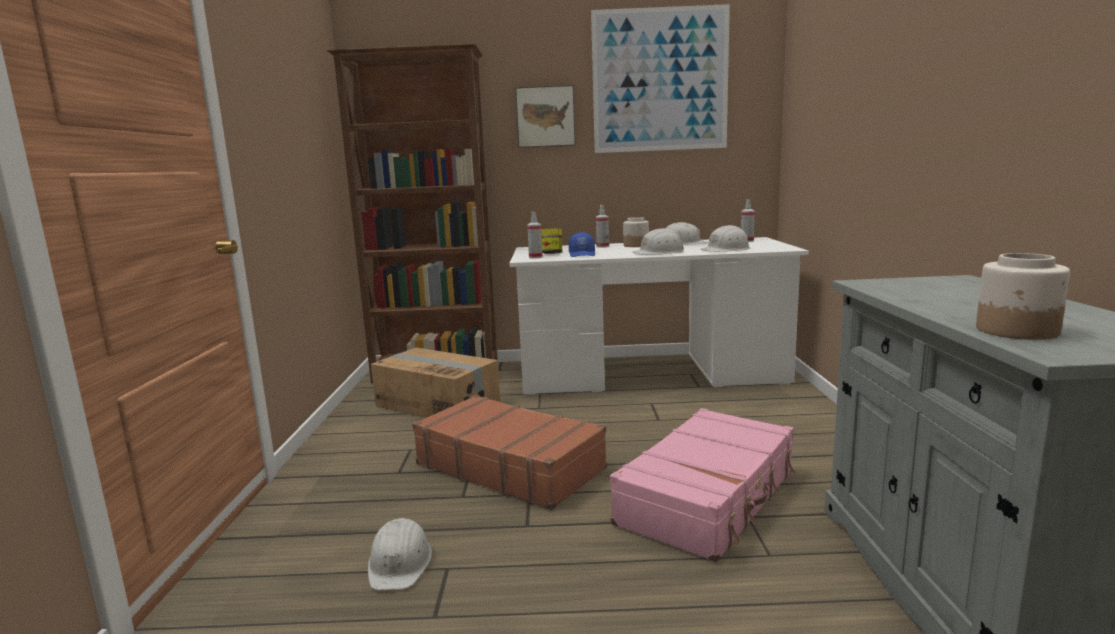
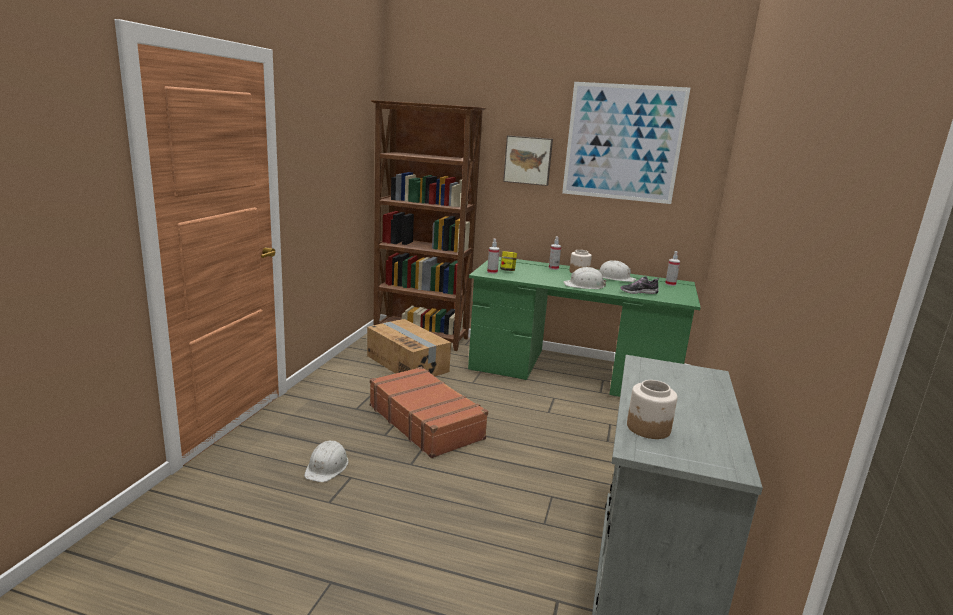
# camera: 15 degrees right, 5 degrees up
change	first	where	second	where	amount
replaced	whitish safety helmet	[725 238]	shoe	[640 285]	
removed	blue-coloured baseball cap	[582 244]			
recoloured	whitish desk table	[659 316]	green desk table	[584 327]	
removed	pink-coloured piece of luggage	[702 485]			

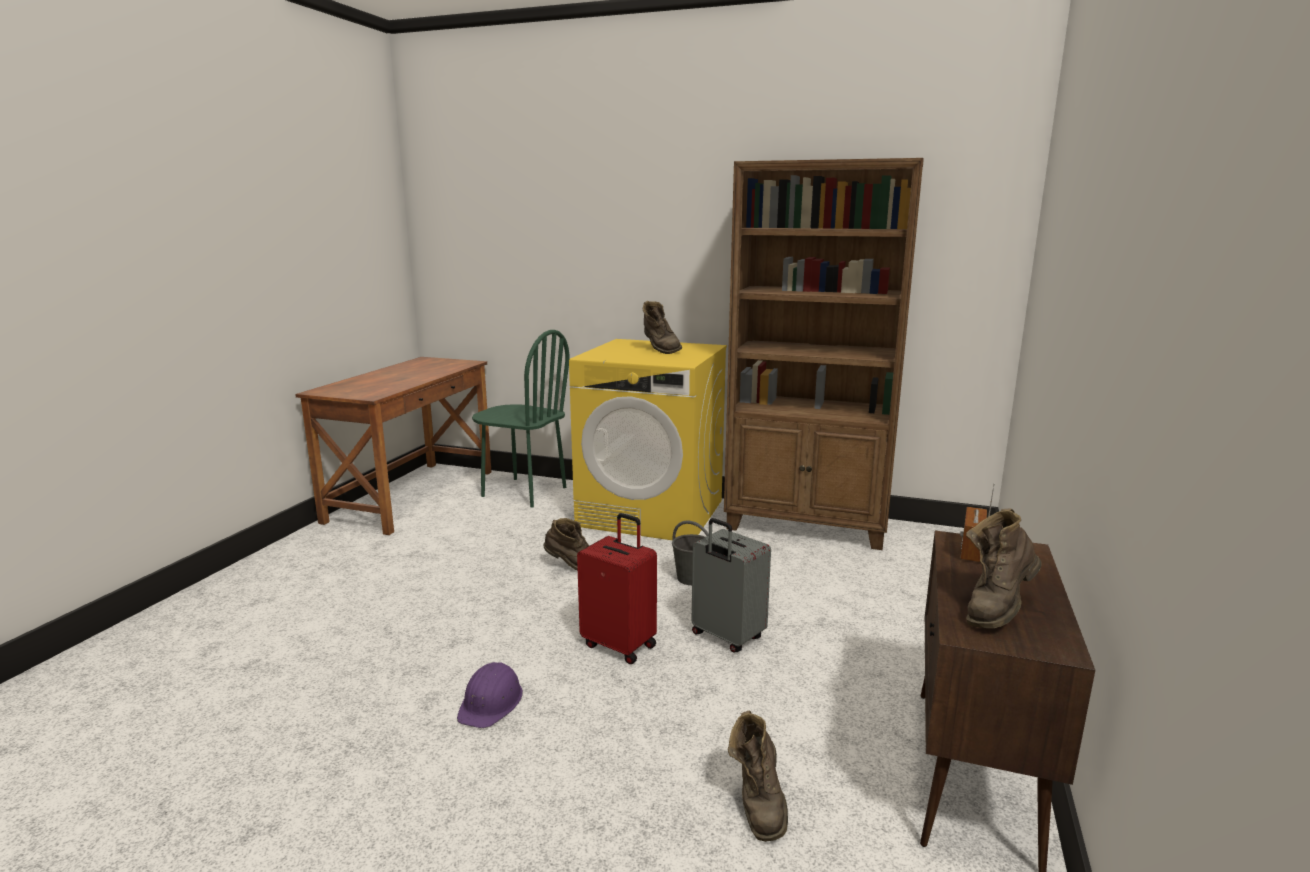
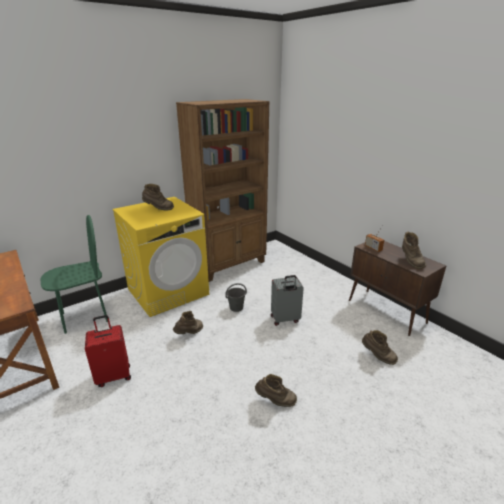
# camera: 55 degrees left, 10 degrees up
change	first	where	second	where	amount
moved	red-coloured piece of luggage	[617 588]		[108 351]	
replaced	purple-coloured safety helmet	[490 695]	brownish tall boot	[276 390]	

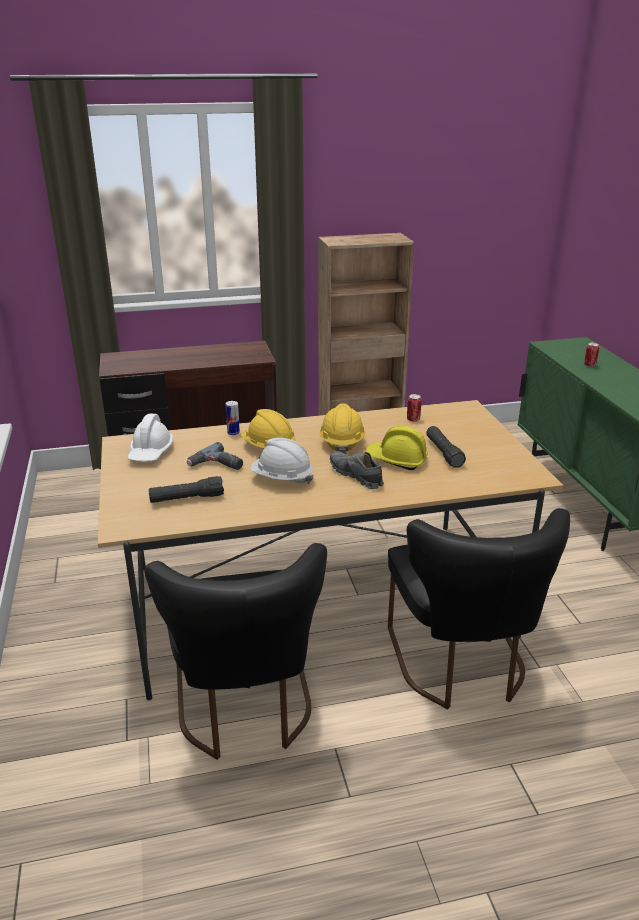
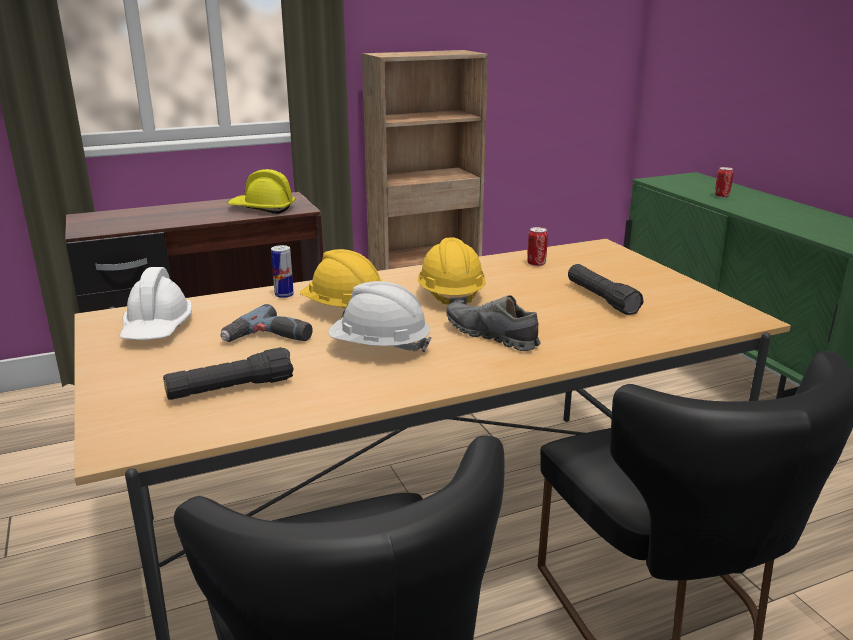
# camera: 10 degrees left, 5 degrees down
change	first	where	second	where	amount
moved	yellowish safety helmet	[396 448]		[261 191]	

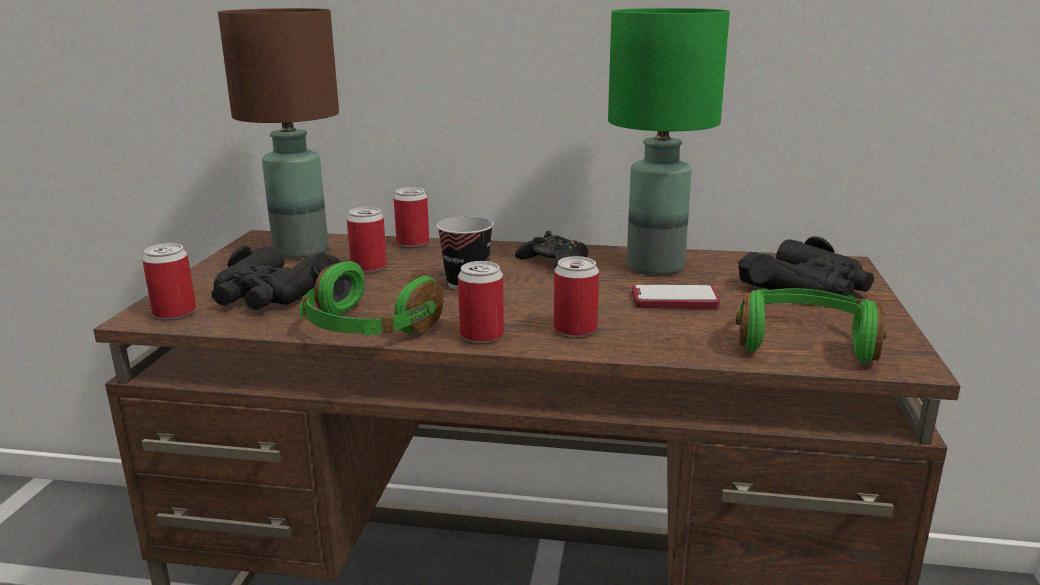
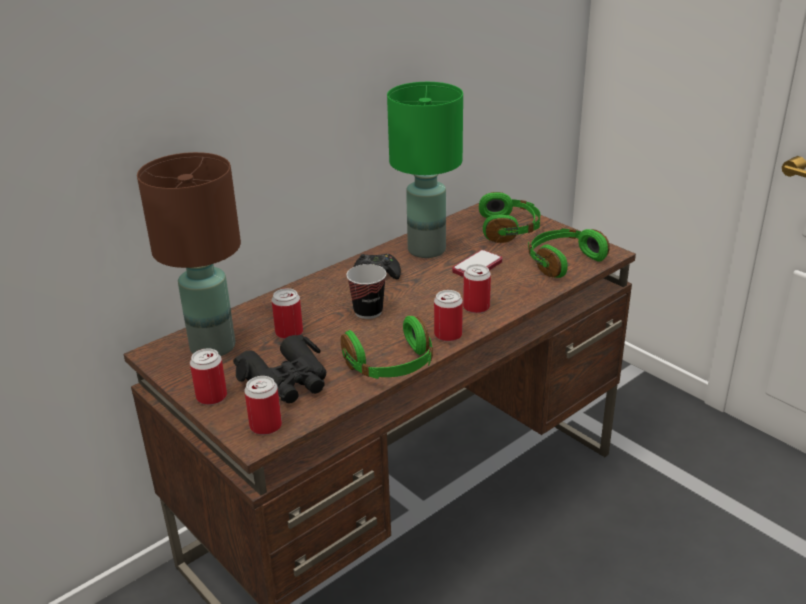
# camera: 50 degrees left, 10 degrees up
change	first	where	second	where	amount
moved	sealed can	[411 217]		[208 376]	
replaced	black binoculars	[806 266]	green headphones	[509 217]	

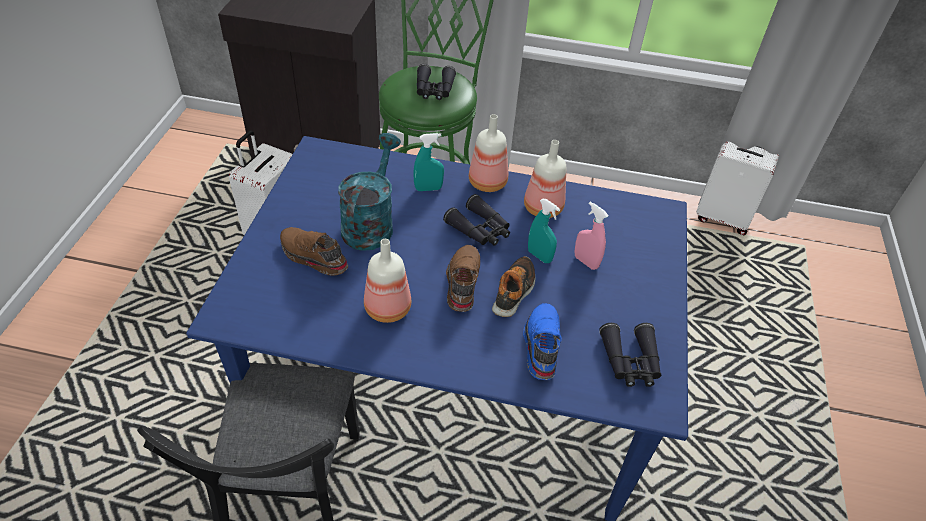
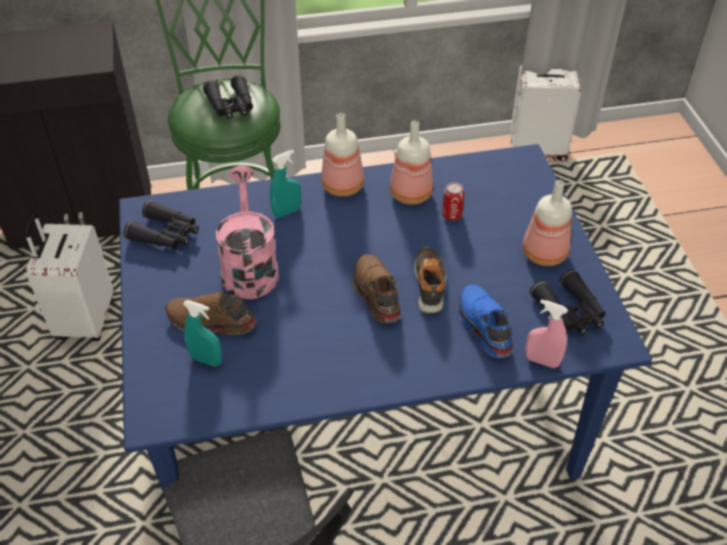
# camera: 20 degrees left, 0 degrees up
change	first	where	second	where	amount
recoloured	turquoise watering can	[369 192]	pink-coloured watering can	[247 232]	
moved	black binoculars	[476 220]		[161 224]	
moved	turquoise sprayer	[544 231]		[202 333]	
moved	pink-coloured sprayer	[591 236]		[547 333]	
moved	beverage bottle	[387 281]		[547 223]	
added			sealed can	[453 201]	

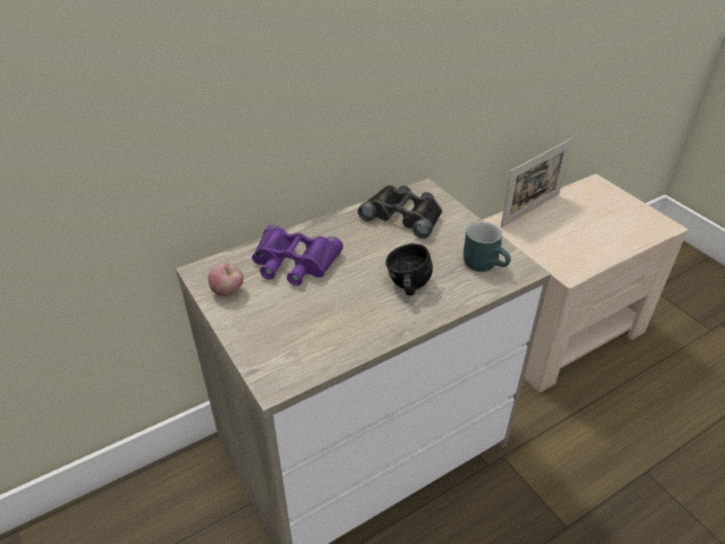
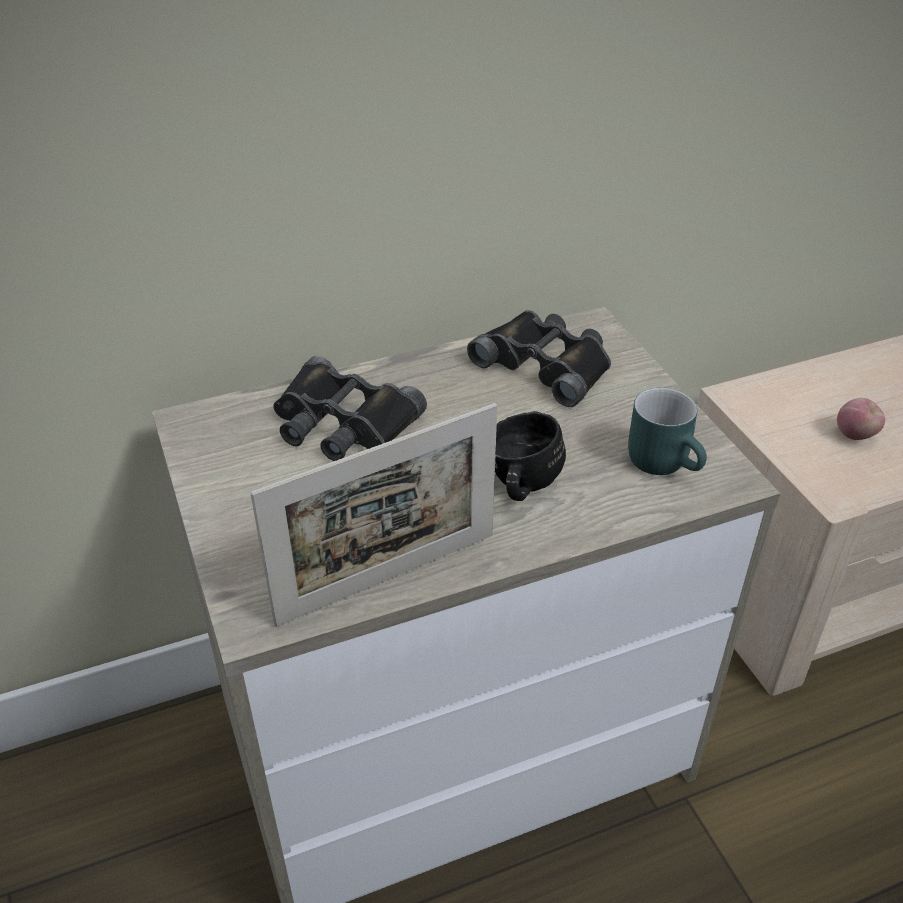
# camera: 10 degrees right, 0 degrees up
change	first	where	second	where	amount
moved	photo frame	[536 183]		[373 515]	
recoloured	purple-coloured binoculars	[297 255]	black binoculars	[350 408]	
moved	whole apple	[225 279]		[861 419]	

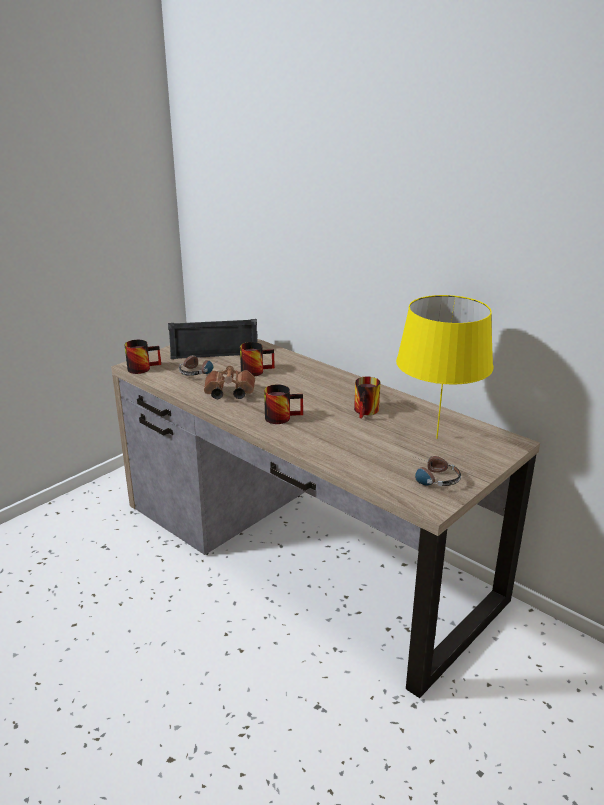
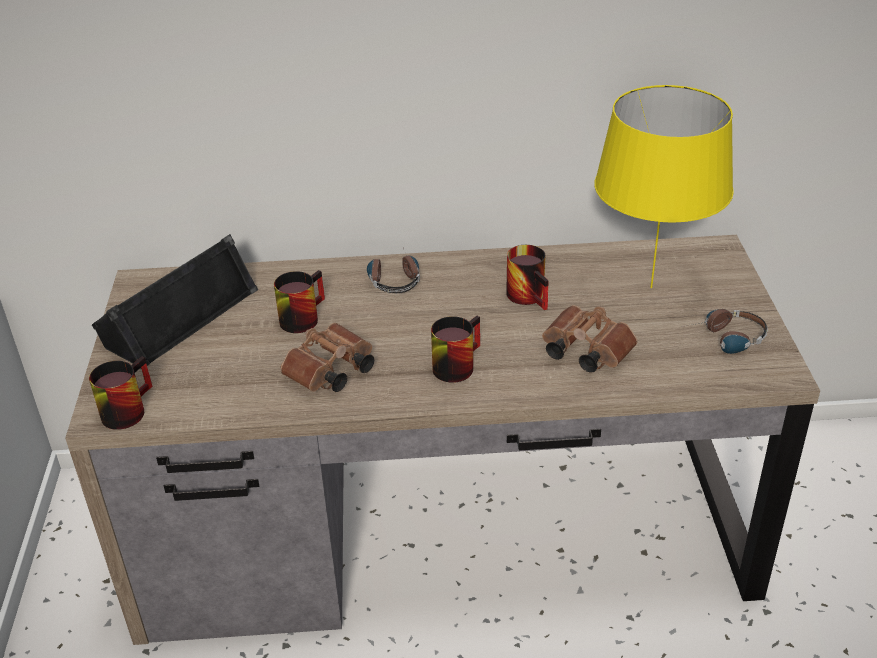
# camera: 45 degrees left, 10 degrees up
change	first	where	second	where	amount
moved	headphones	[197 365]		[393 270]	
added			brownish binoculars	[589 339]	

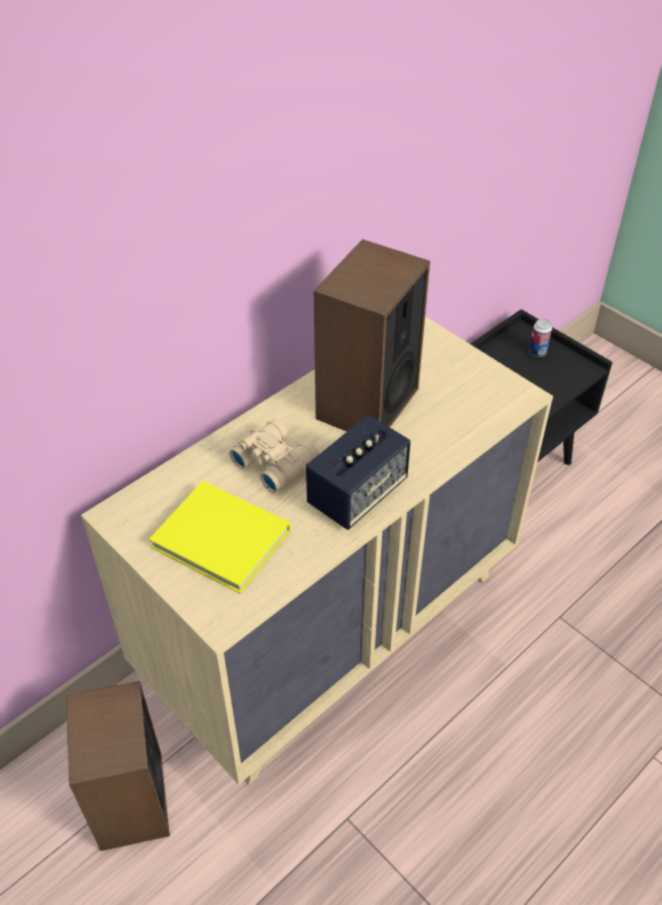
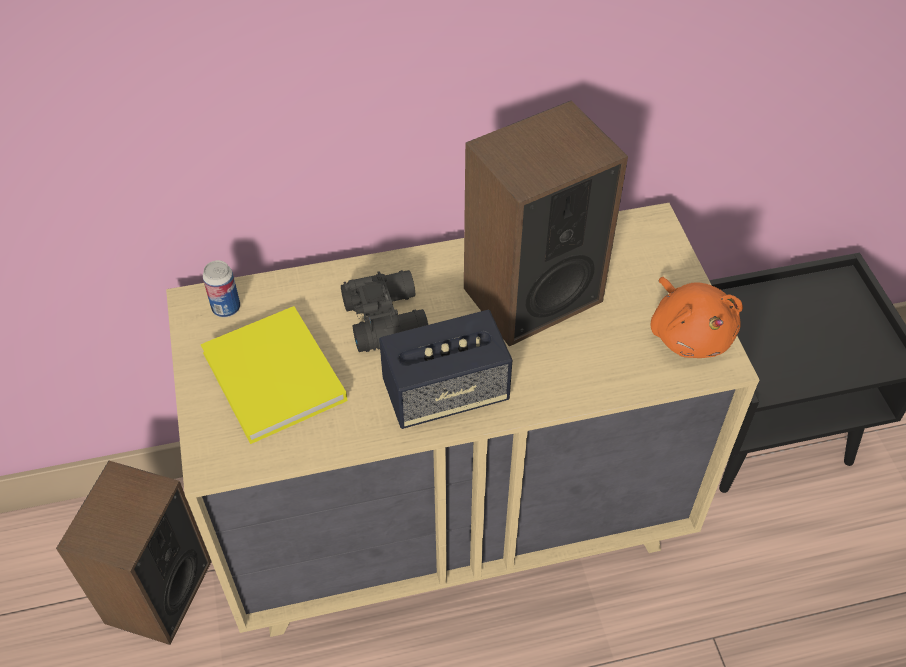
# camera: 30 degrees right, 5 degrees up
change	first	where	second	where	amount
moved	sealed can	[540 338]		[221 288]	
recoloured	beige-coloured binoculars	[274 456]	black binoculars	[384 311]	
added			orangey soft toy	[696 317]	

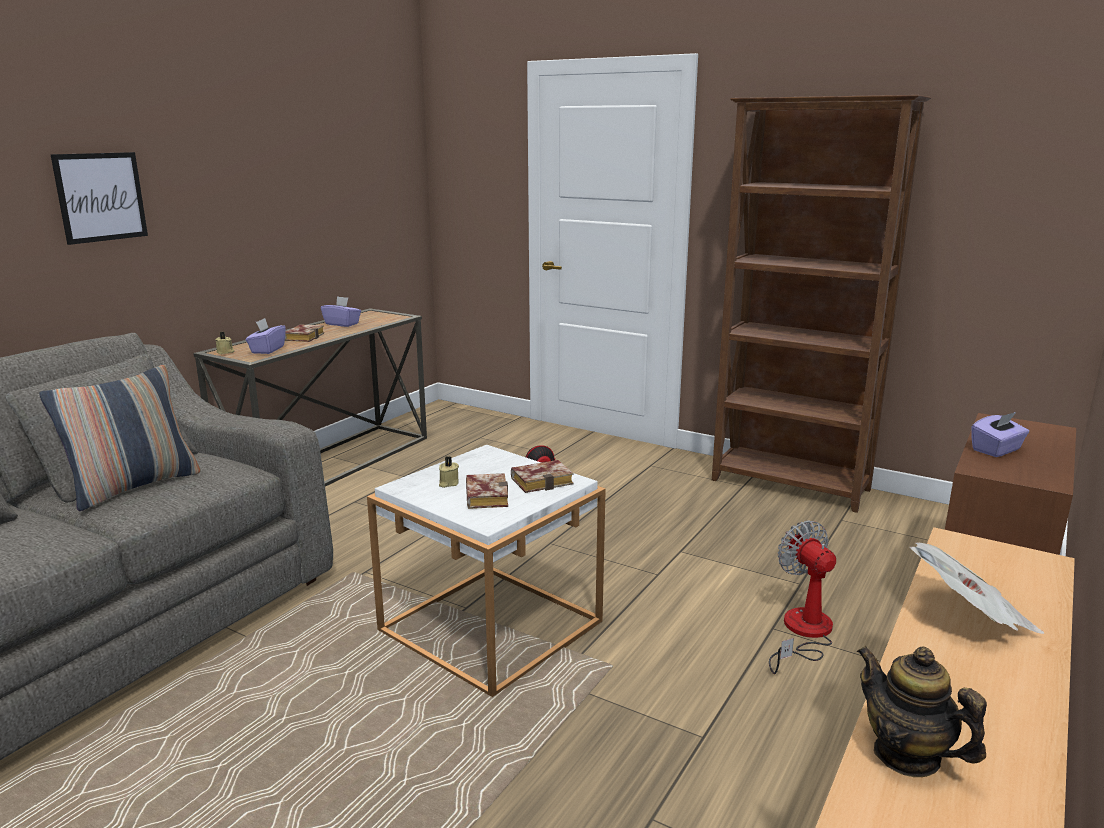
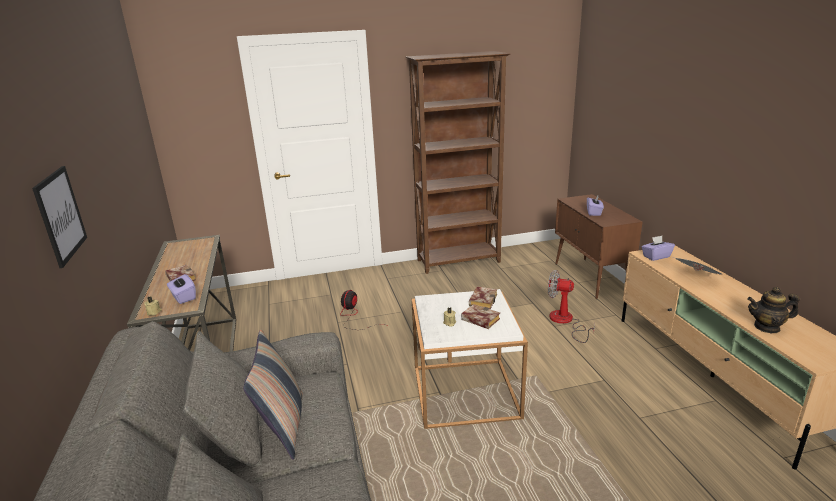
# camera: 45 degrees left, 5 degrees up
change	first	where	second	where	amount
moved	purple-coloured tissue holder	[341 311]		[658 248]	

